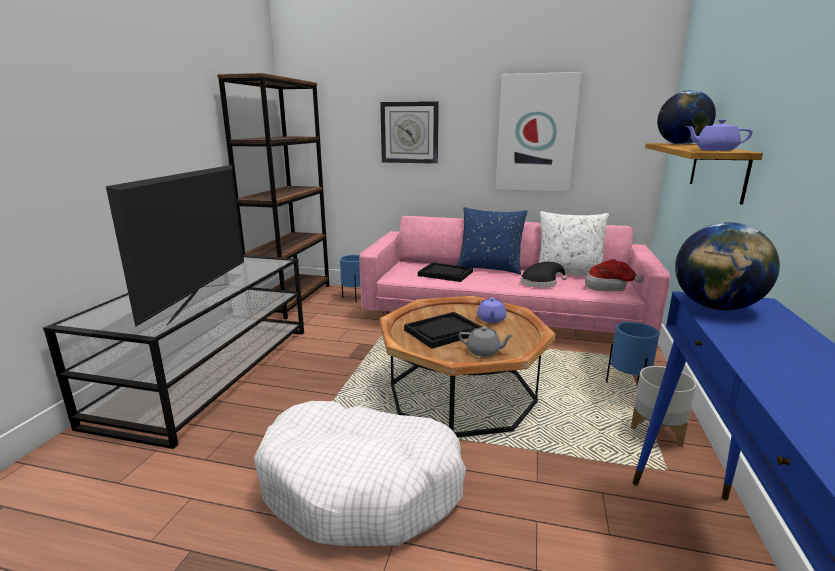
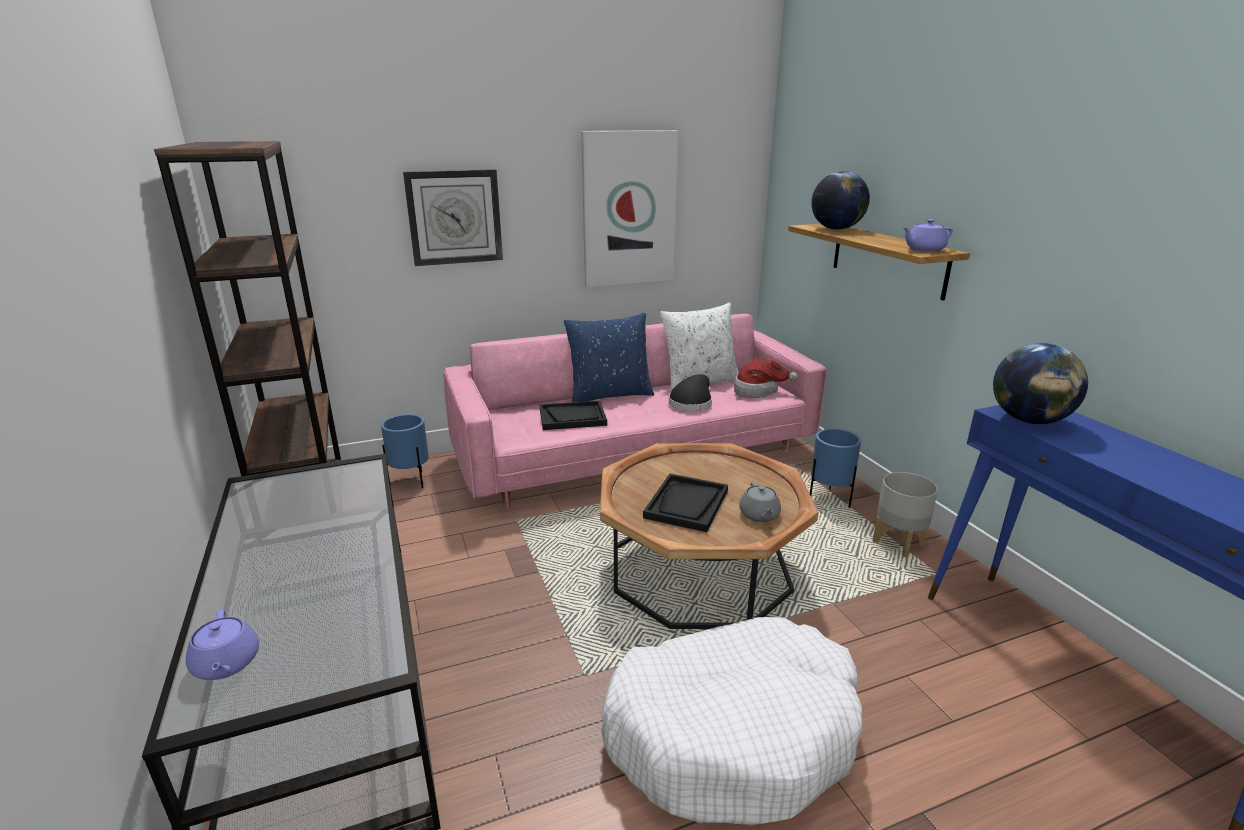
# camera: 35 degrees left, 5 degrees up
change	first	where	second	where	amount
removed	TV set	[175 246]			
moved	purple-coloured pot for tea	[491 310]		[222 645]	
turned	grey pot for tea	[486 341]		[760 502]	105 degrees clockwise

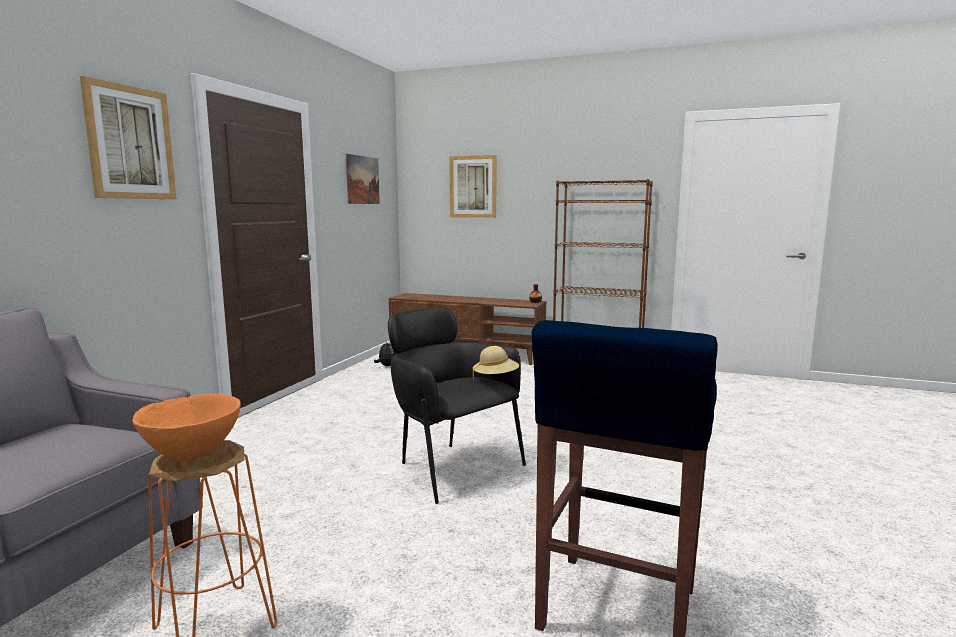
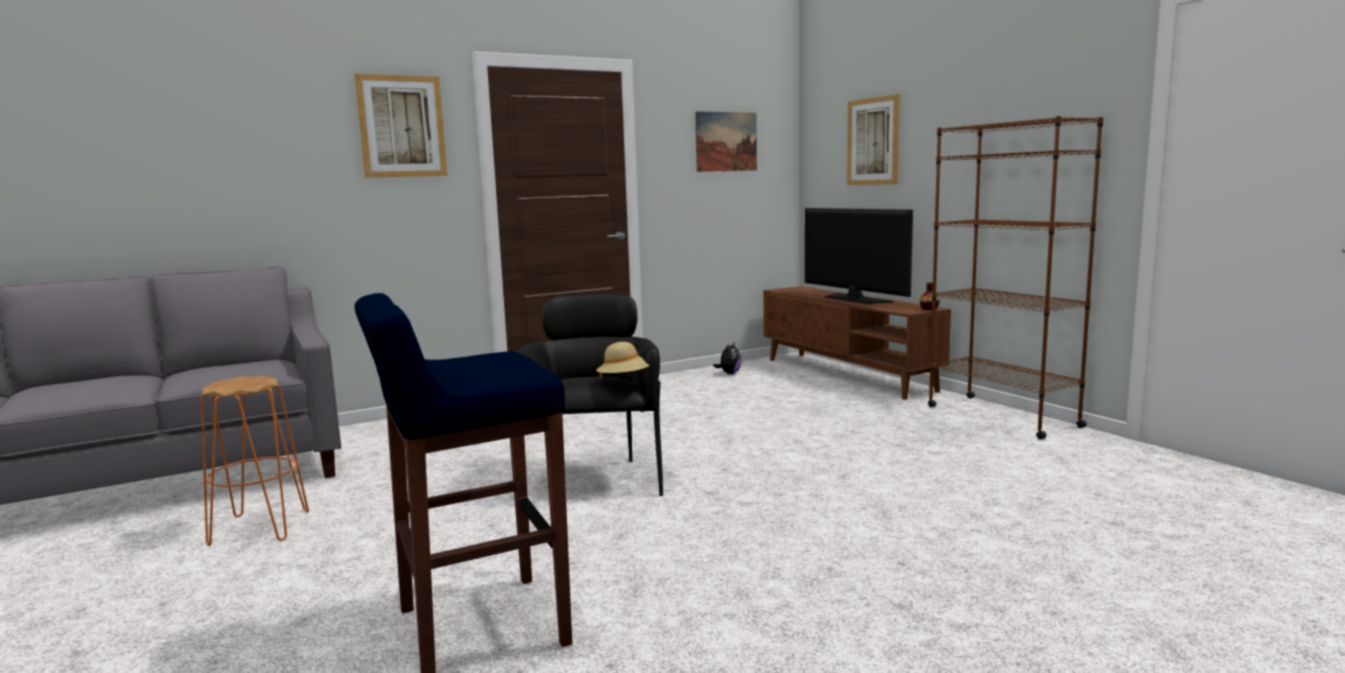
# camera: 40 degrees right, 0 degrees up
change	first	where	second	where	amount
removed	orangey bowl	[186 427]			
added			TV set	[859 256]	

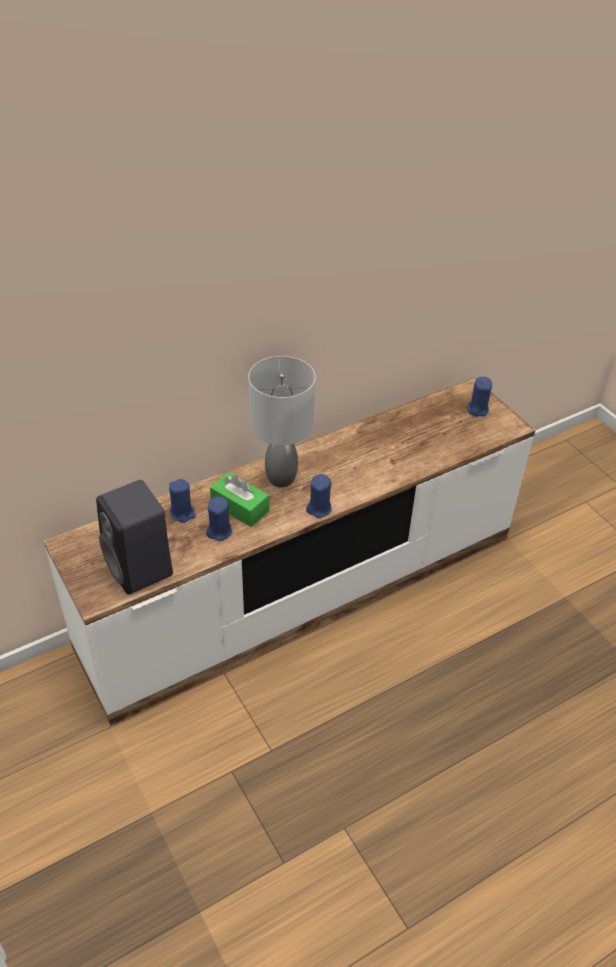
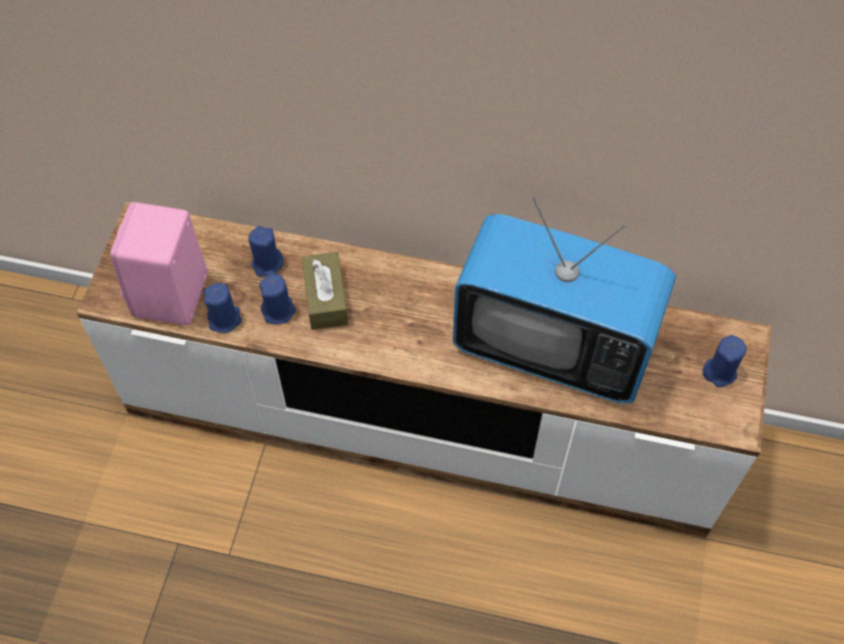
# camera: 45 degrees right, 15 degrees up
change	first	where	second	where	amount
removed	grey table lamp	[281 421]			
recoloured	green tissue holder	[239 499]	brownish tissue holder	[325 291]	
moved	blue-coloured wax light	[319 496]		[223 308]	
recoloured	black speaker	[134 537]	pink-coloured speaker	[159 263]	
added			TV set	[564 300]	

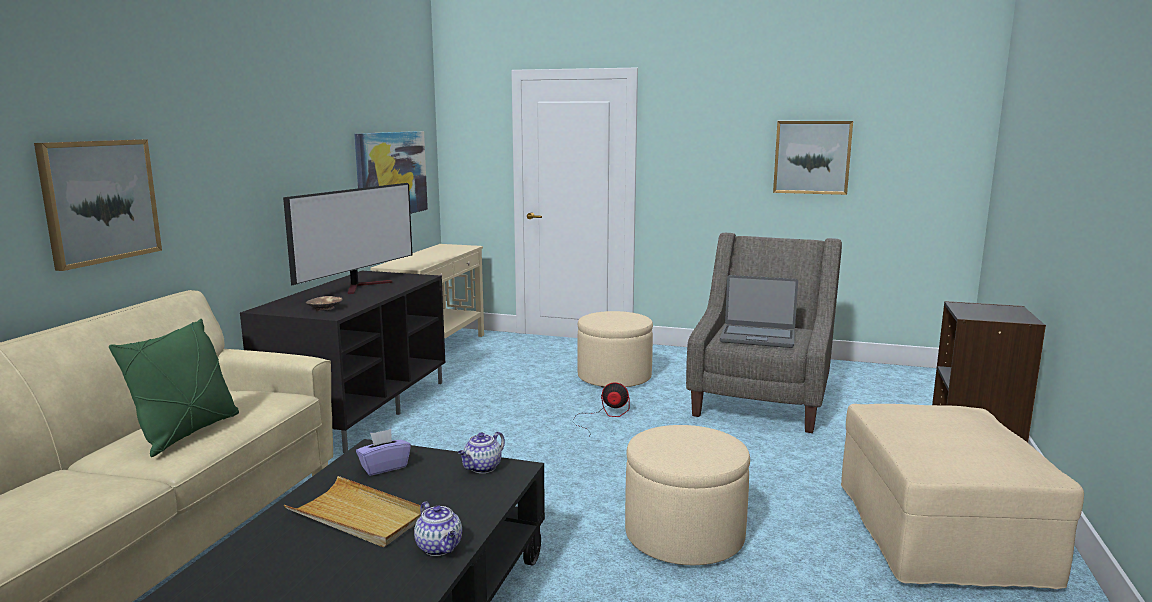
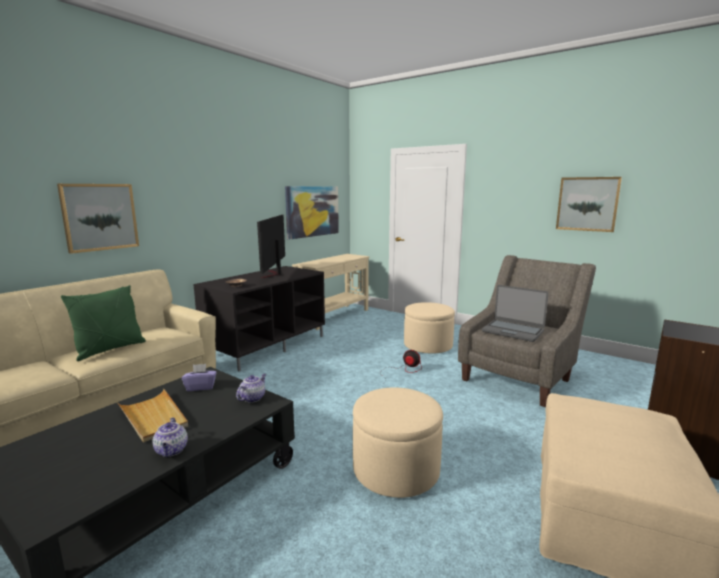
# camera: 20 degrees right, 0 degrees up
change	first	where	second	where	amount
turned	TV set	[347 238]		[271 246]	135 degrees clockwise
turned	pot for tea	[481 452]		[251 388]	150 degrees clockwise

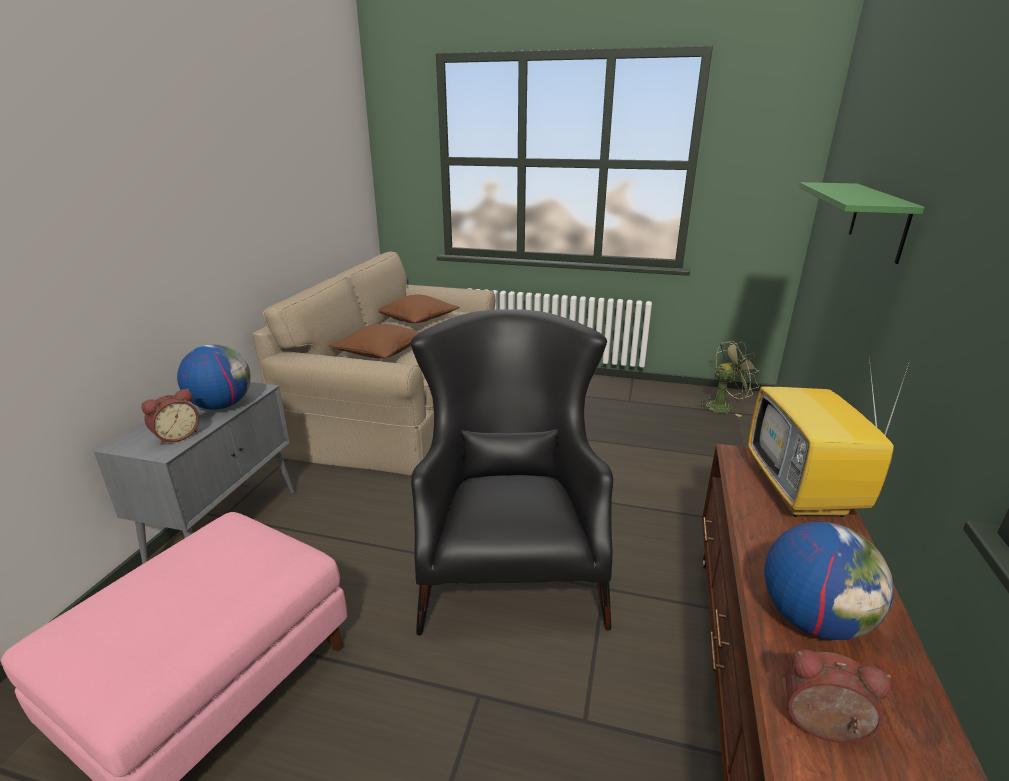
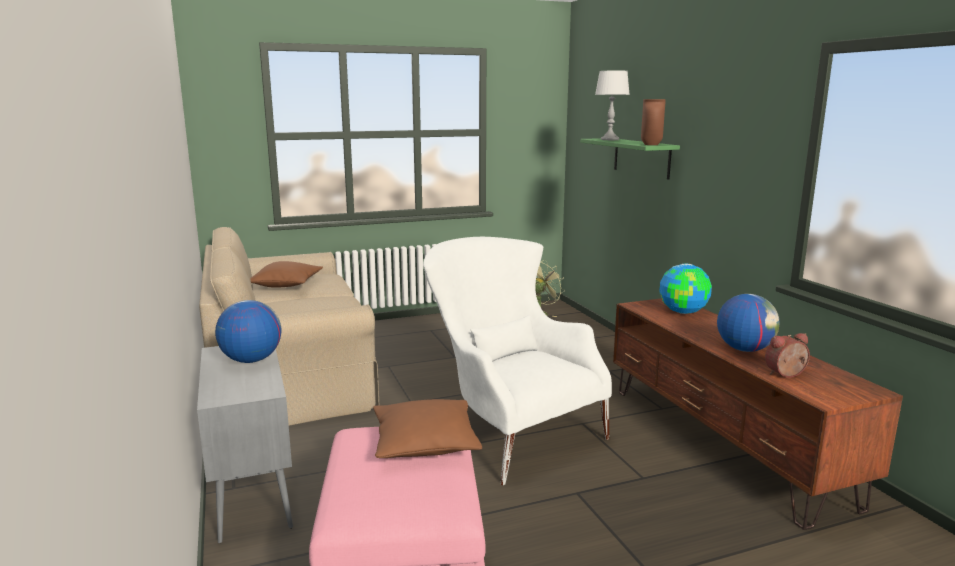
# camera: 35 degrees left, 10 degrees down
change	first	where	second	where	amount
recoloured	black armchair	[512 472]	whitish armchair	[517 361]	
moved	brownish pillow	[374 341]		[427 428]	
replaced	TV set	[829 437]	world globe	[685 289]	
removed	bedside clock	[170 417]			
added			grey table lamp	[612 105]	
added			brownish flower vase	[653 122]	

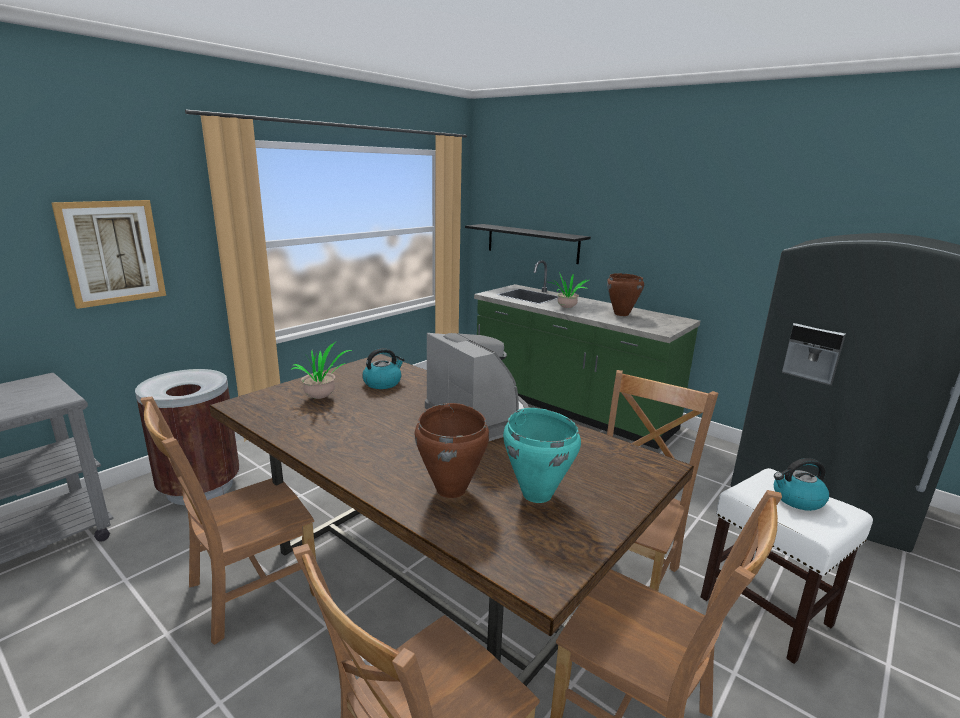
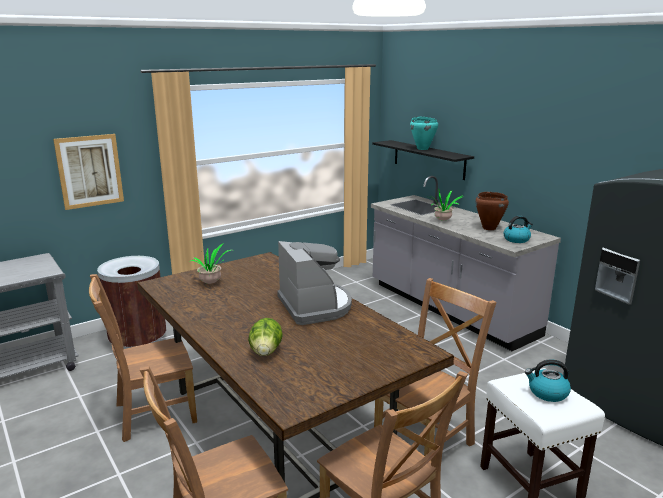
# camera: 15 degrees right, 0 degrees up
change	first	where	second	where	amount
recoloured	green counter	[587 354]	grey counter	[466 263]	
moved	tea kettle	[383 368]		[518 229]	
replaced	brownish stockpot	[452 450]	lettuce head	[265 337]	
moved	turquoise stockpot	[542 455]		[424 133]	

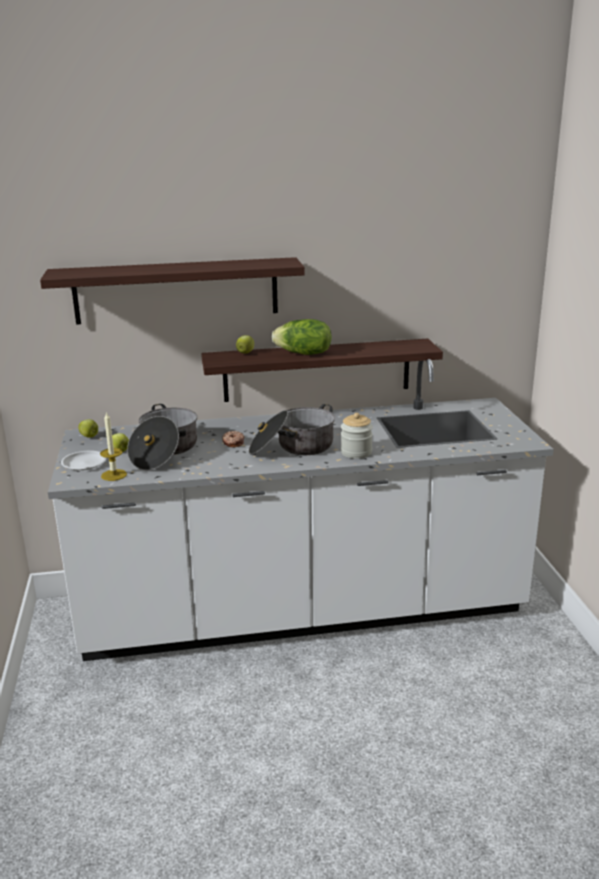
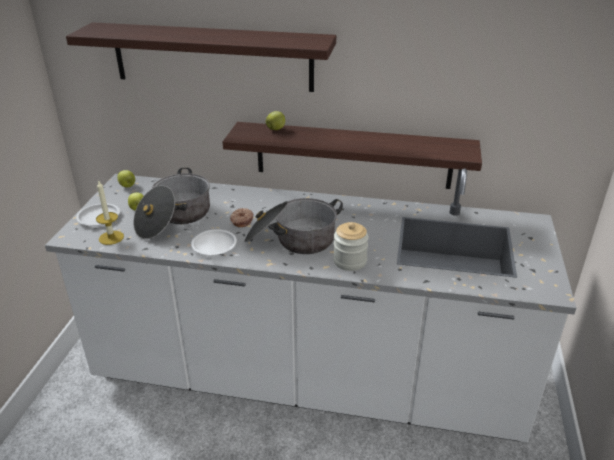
# camera: 20 degrees right, 10 degrees up
change	first	where	second	where	amount
removed	lettuce head	[302 337]			
added			whitish plate	[214 242]	

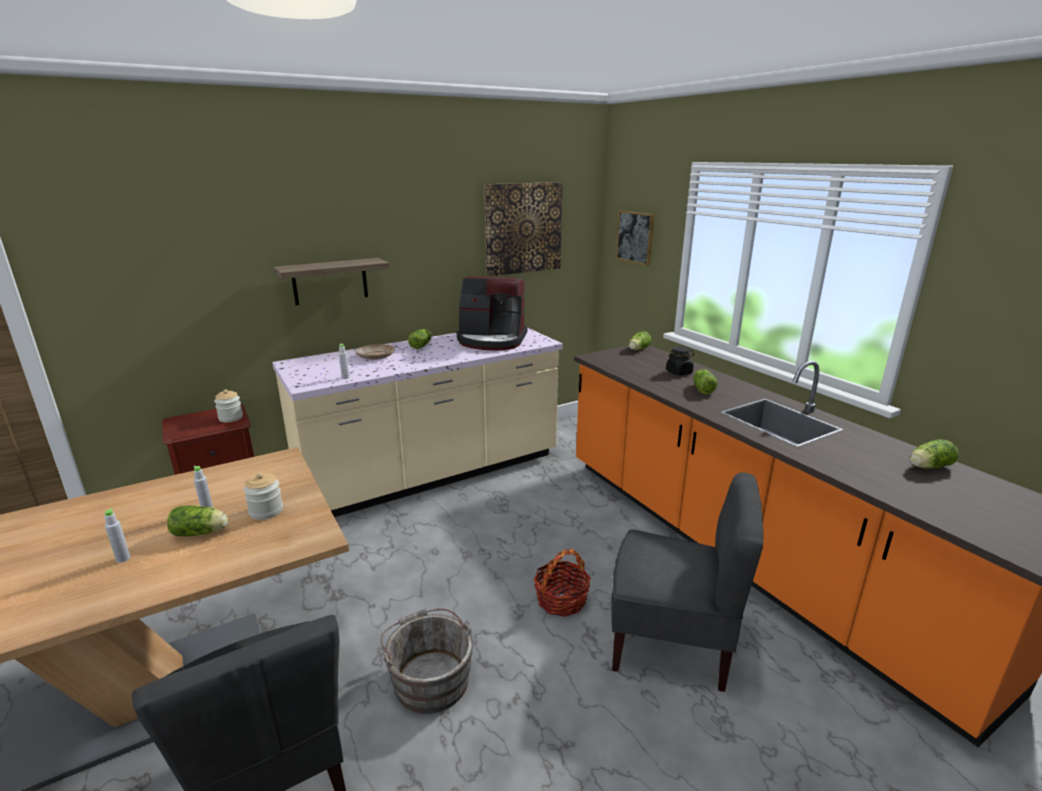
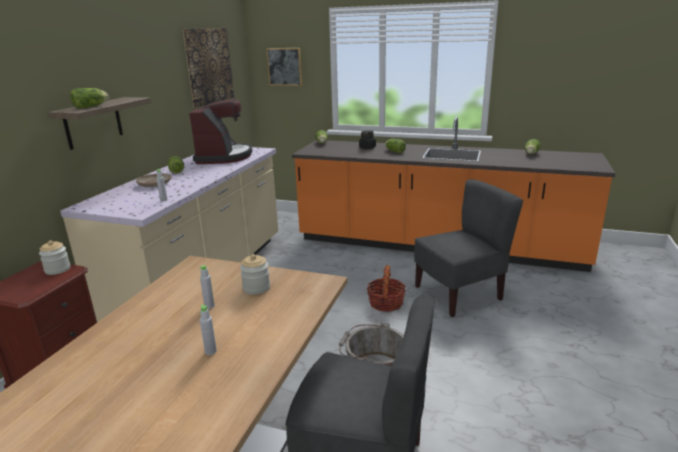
# camera: 40 degrees left, 0 degrees up
change	first	where	second	where	amount
turned	coffee maker	[492 313]		[220 131]	60 degrees counterclockwise
moved	lettuce head	[197 521]		[89 98]	

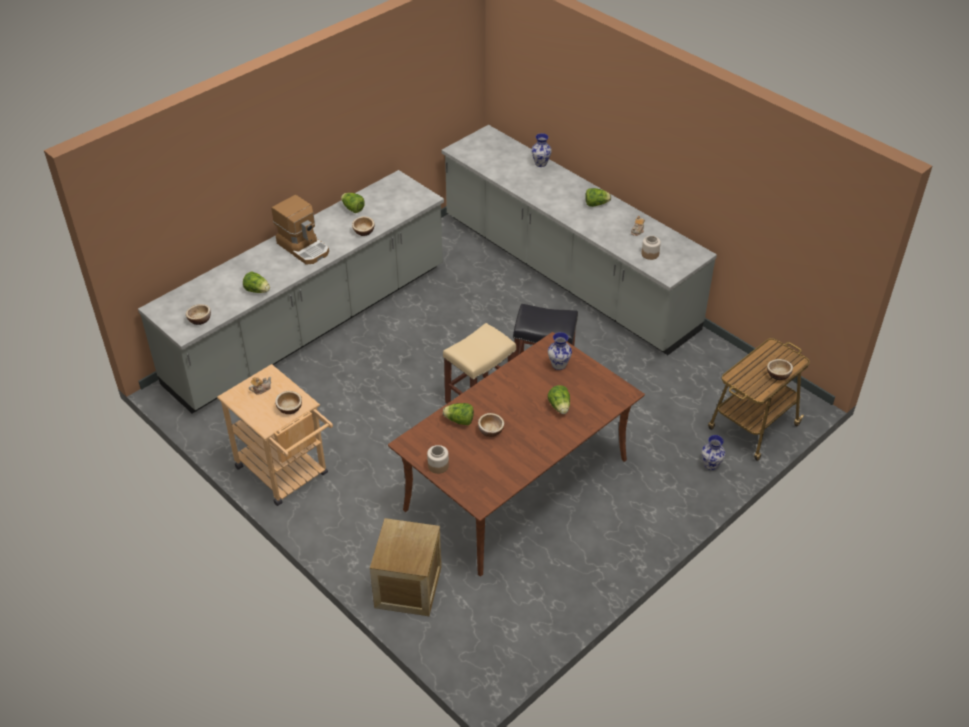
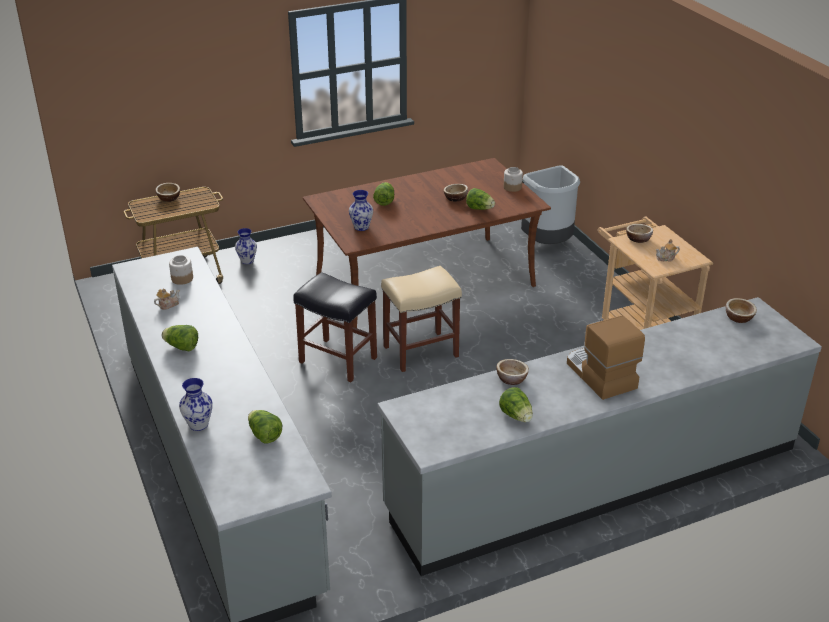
# camera: 160 degrees left, 10 degrees down
change	first	where	second	where	amount
moved	lettuce head	[256 282]		[265 426]	
replaced	shipping crate	[406 567]	grey waste bin	[550 204]	

